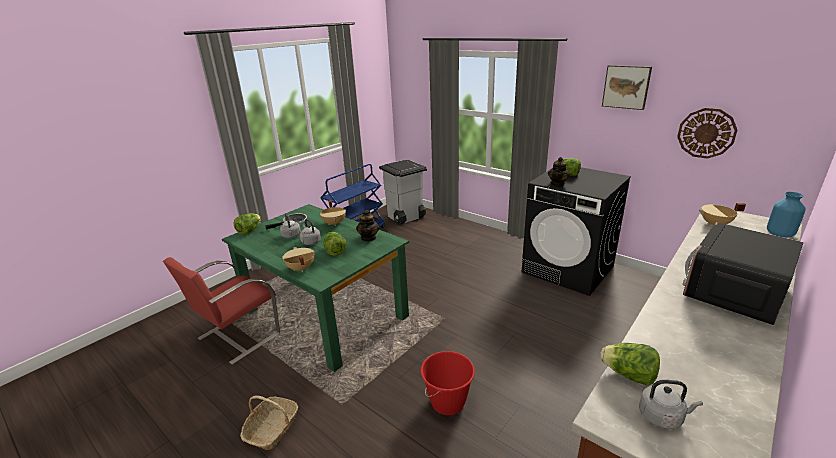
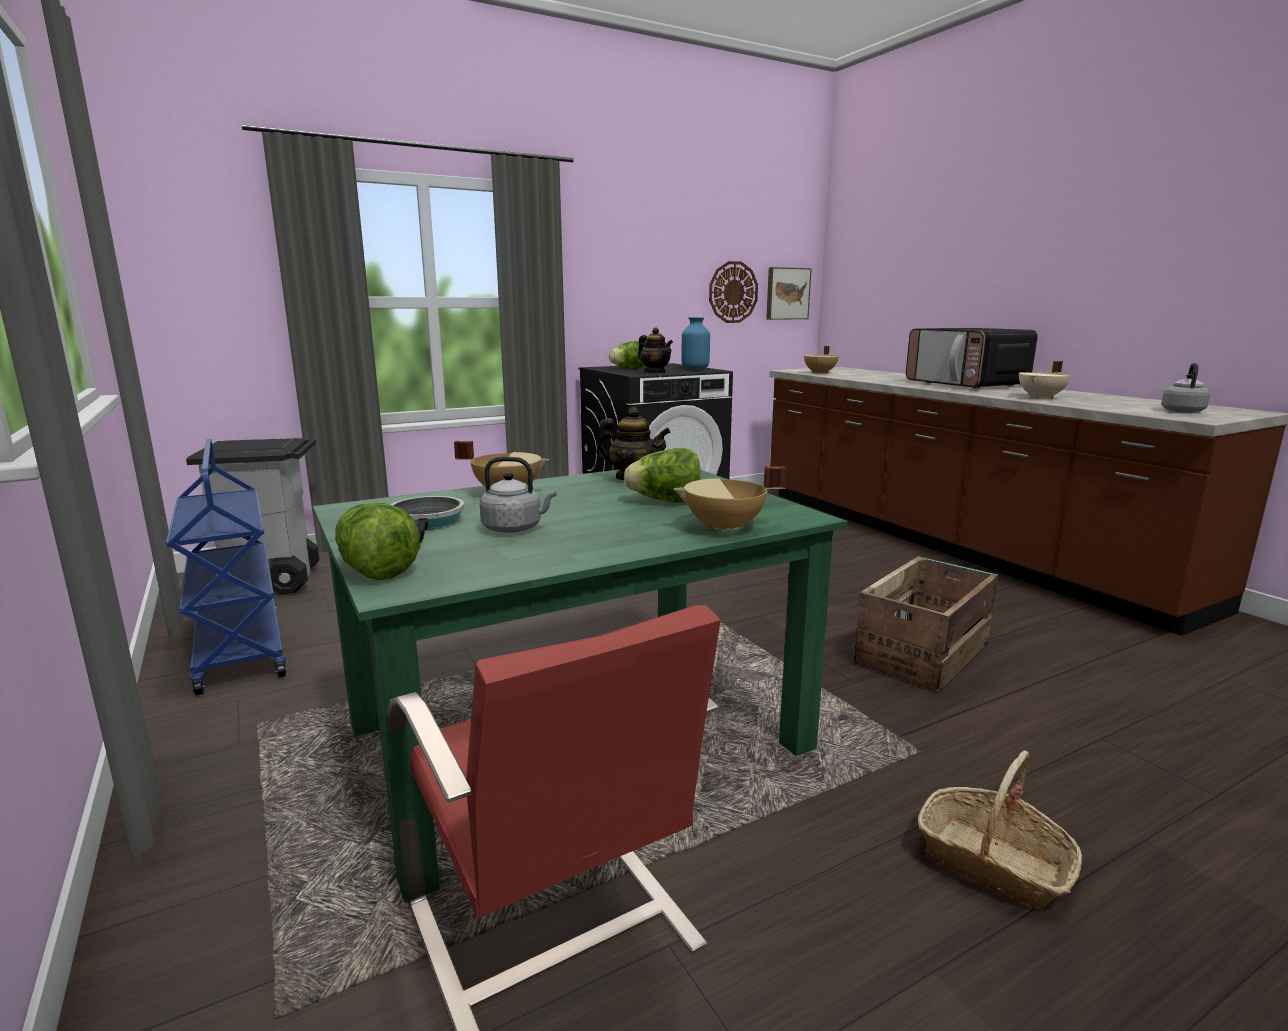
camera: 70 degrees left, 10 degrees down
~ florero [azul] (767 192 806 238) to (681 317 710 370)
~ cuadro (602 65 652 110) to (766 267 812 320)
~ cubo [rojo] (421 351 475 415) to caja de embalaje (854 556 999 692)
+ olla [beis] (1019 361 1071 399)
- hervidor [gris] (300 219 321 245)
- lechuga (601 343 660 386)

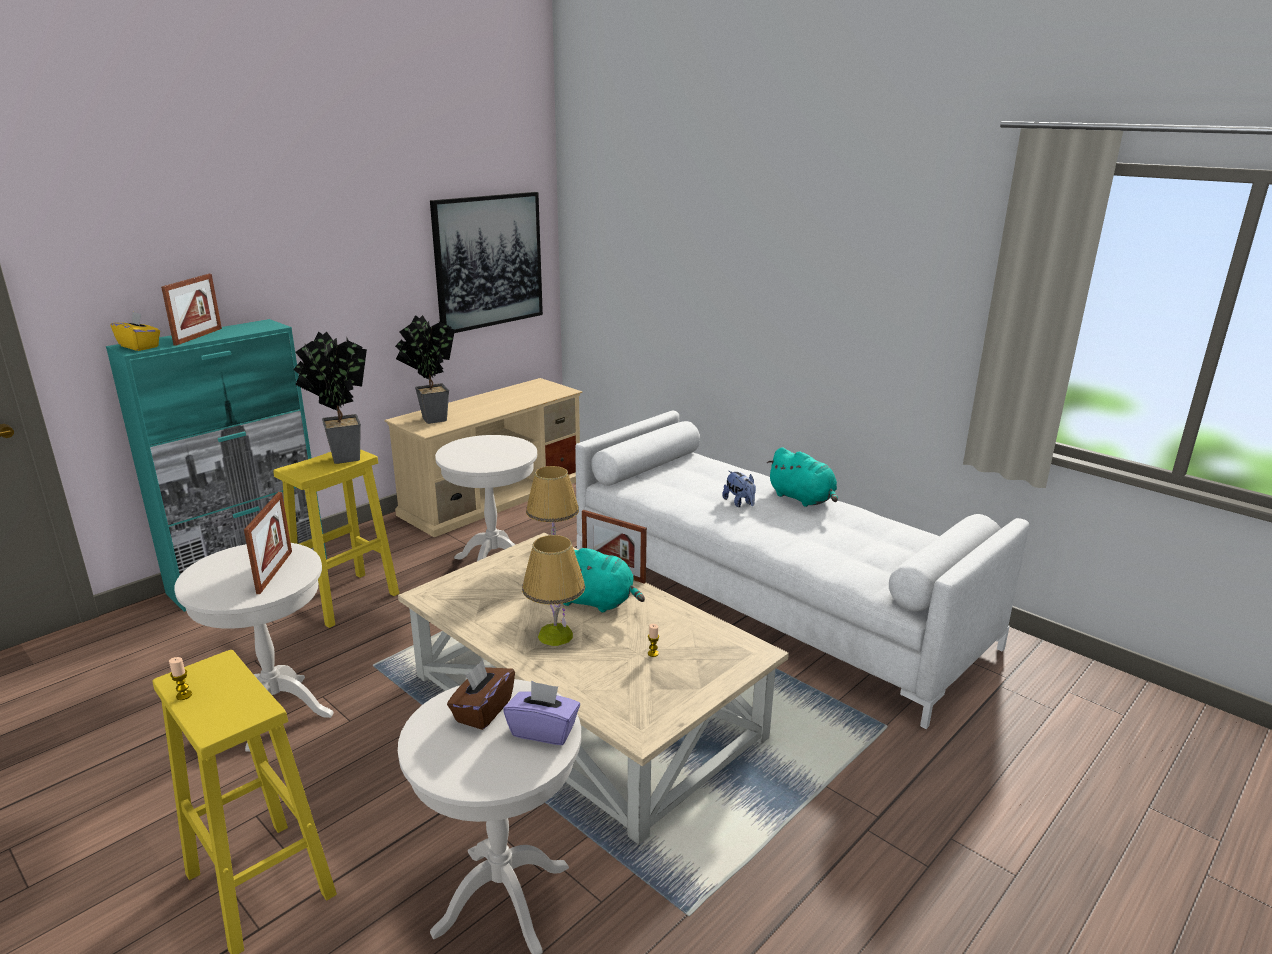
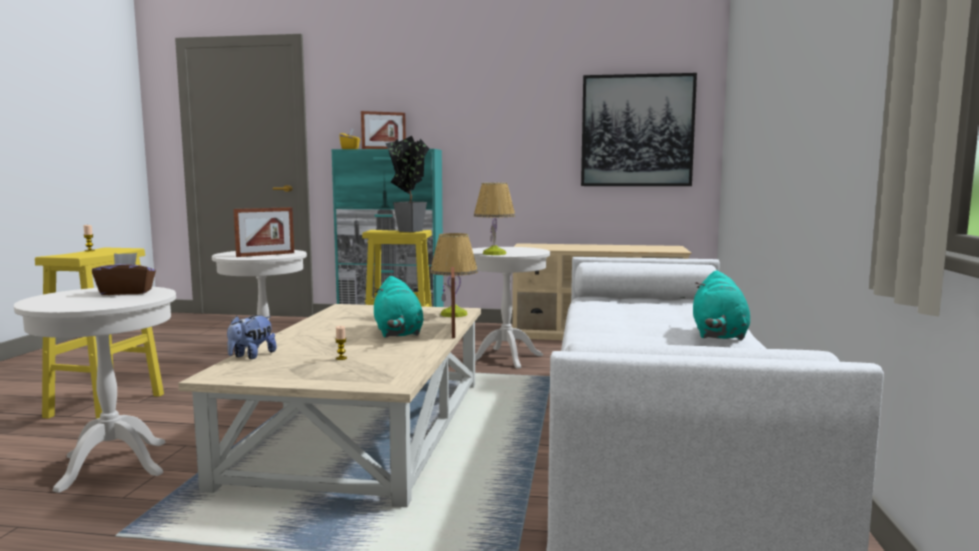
camera: 55 degrees right, 15 degrees down
~ peluche (722 471 756 507) to (227 315 277 359)
~ lámpara de mesa (522 535 585 646) to (474 183 515 255)
- planta en maceta (395 315 455 424)
- caja de pañuelos [morado] (503 681 580 745)

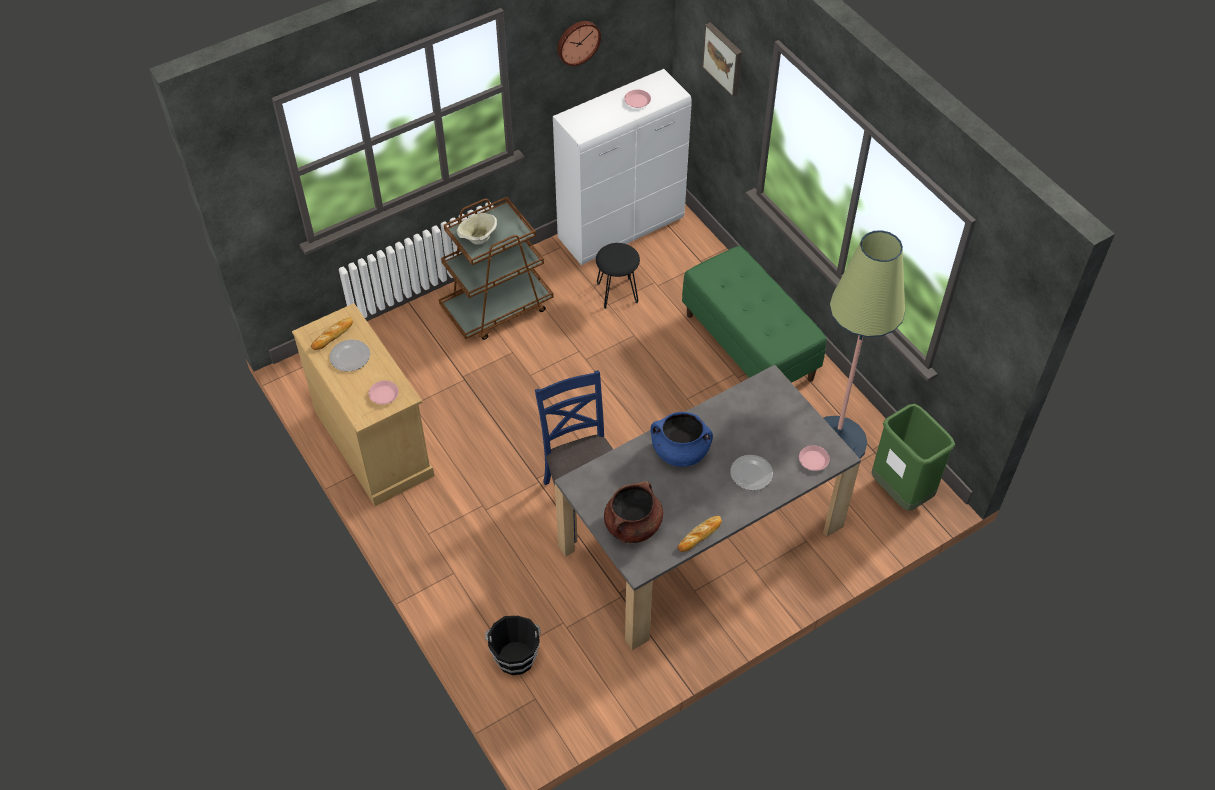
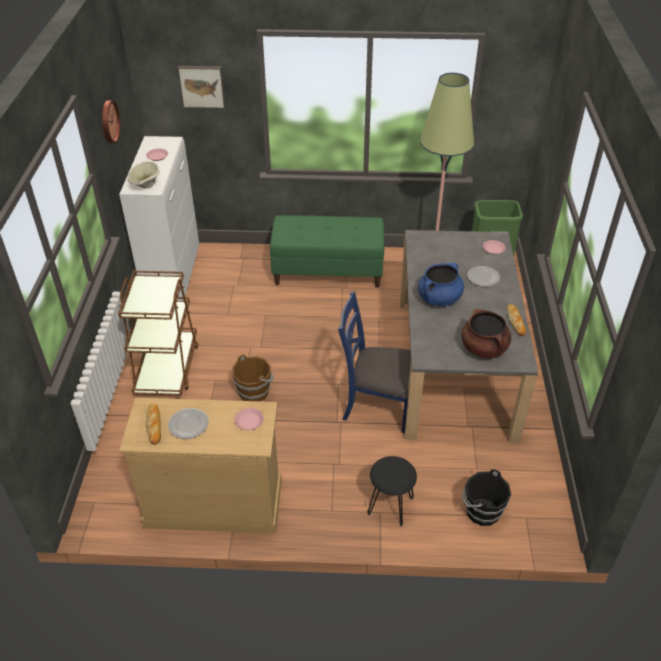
camera: 55 degrees left, 10 degrees down
~ cuenco [beis] (457 213 497 245) to (127 161 160 189)
+ cubo [marrón] (232 354 274 401)
~ taburete [negro] (596 243 640 309) to (368 456 417 526)

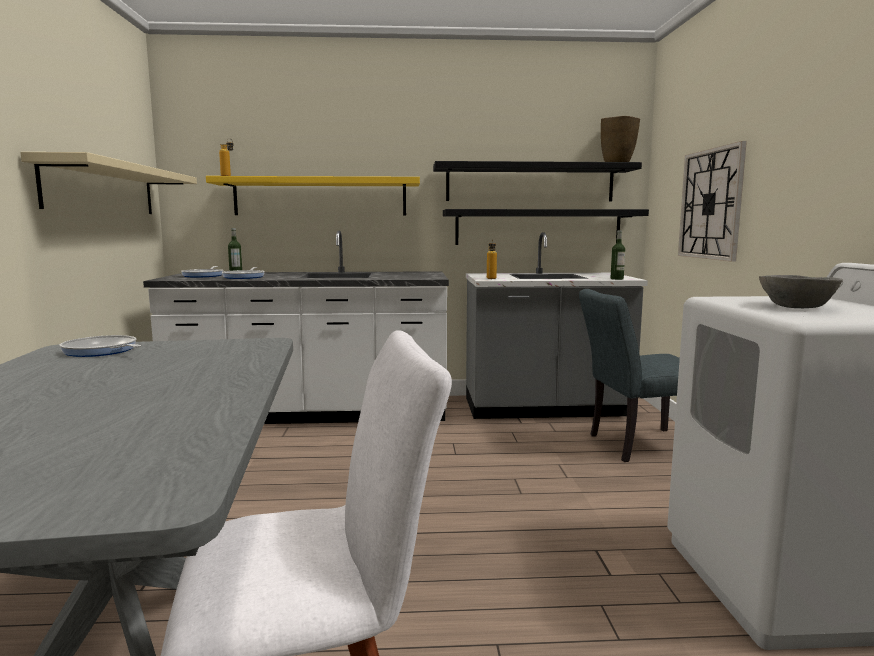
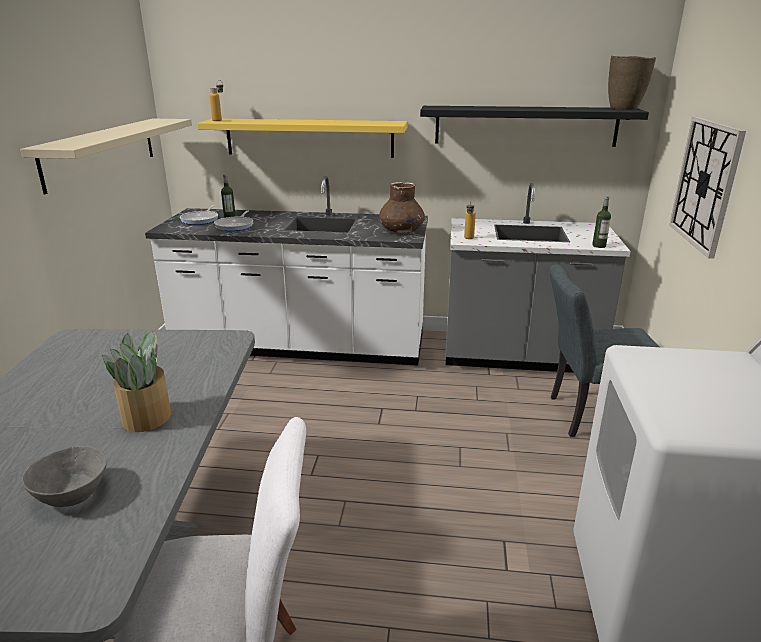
camera: 10 degrees right, 15 degrees up
~ cuenco [gris] (759 275 843 308) to (22 446 107 507)
+ planta en maceta (102 331 171 432)
+ florero [marrón] (379 182 425 233)
- sartén (59 335 141 357)
- estante [negro] (443 209 649 245)

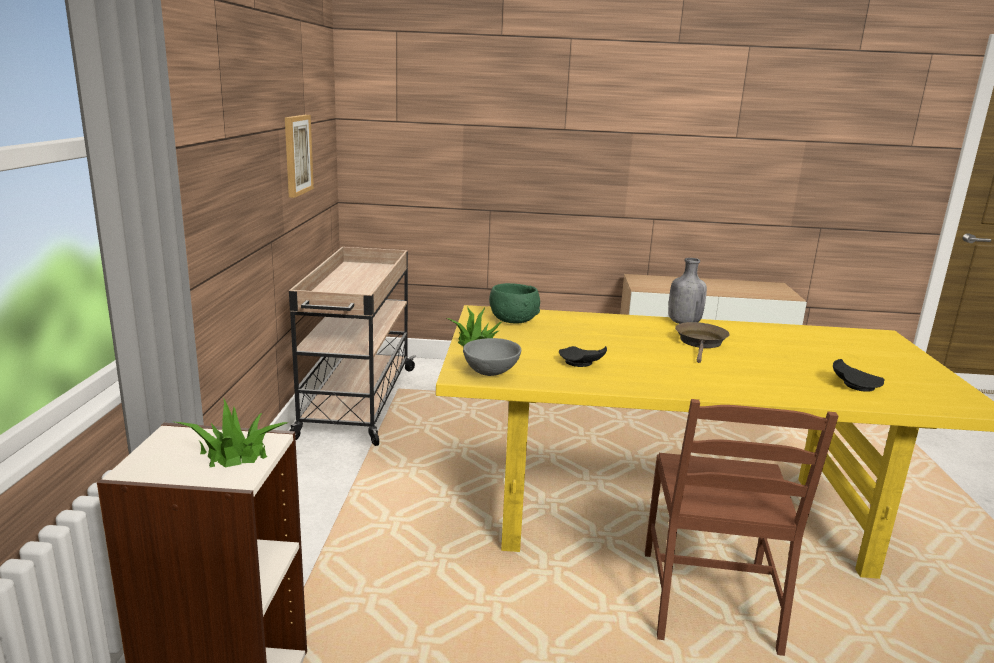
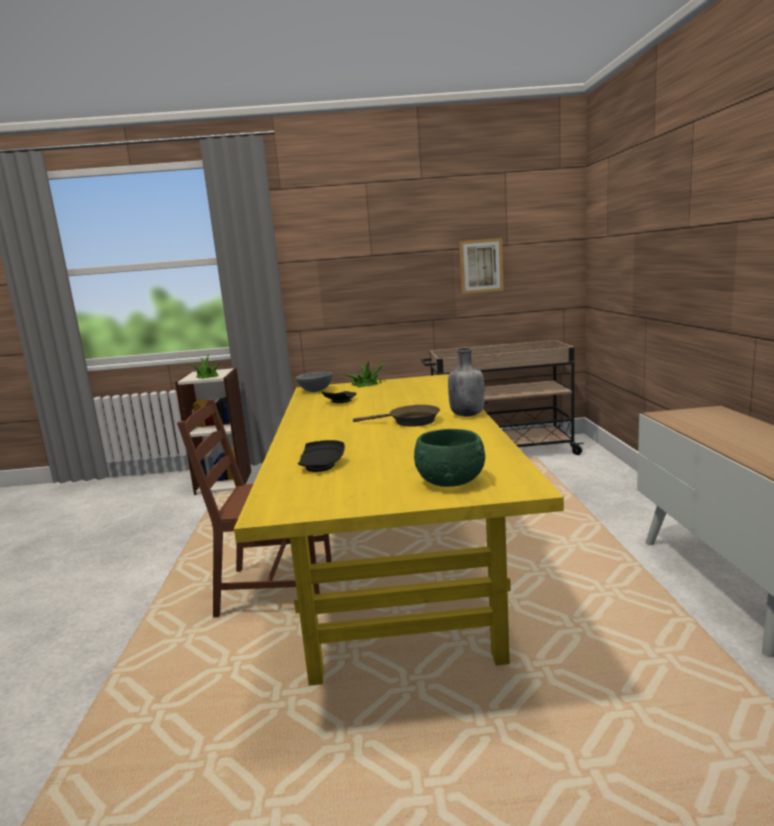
camera: 85 degrees right, 5 degrees down
~ cuenco [verde] (489 283 540 324) to (414 429 485 487)

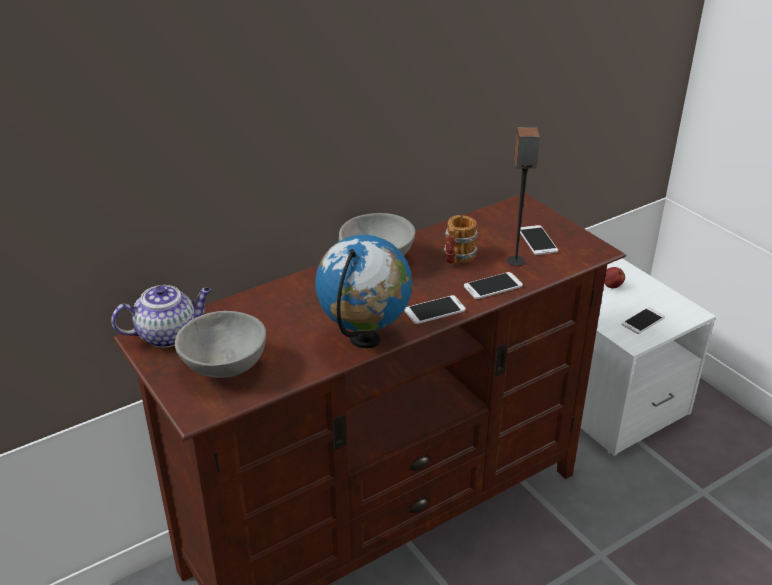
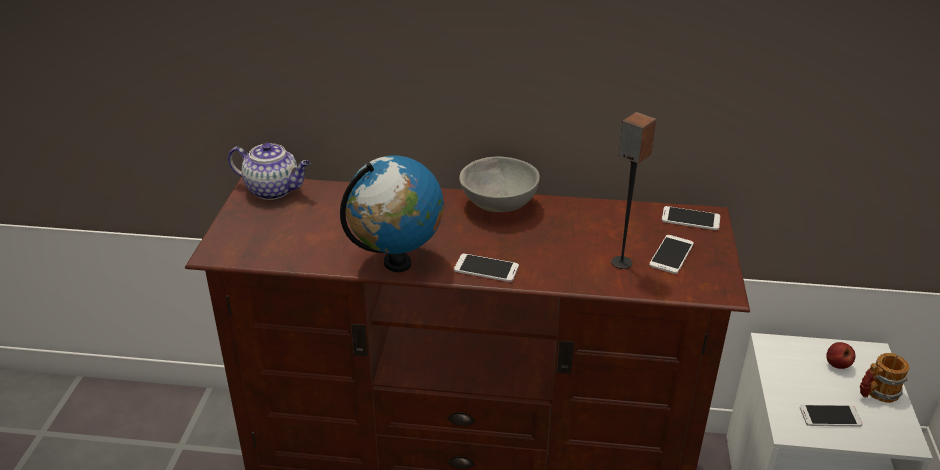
camera: 40 degrees right, 0 degrees up
~ móvil (464 272 523 299) to (662 206 720 230)
~ taza grande (444 215 478 265) to (860 353 909 403)
- cuenco [gris] (175 311 266 378)

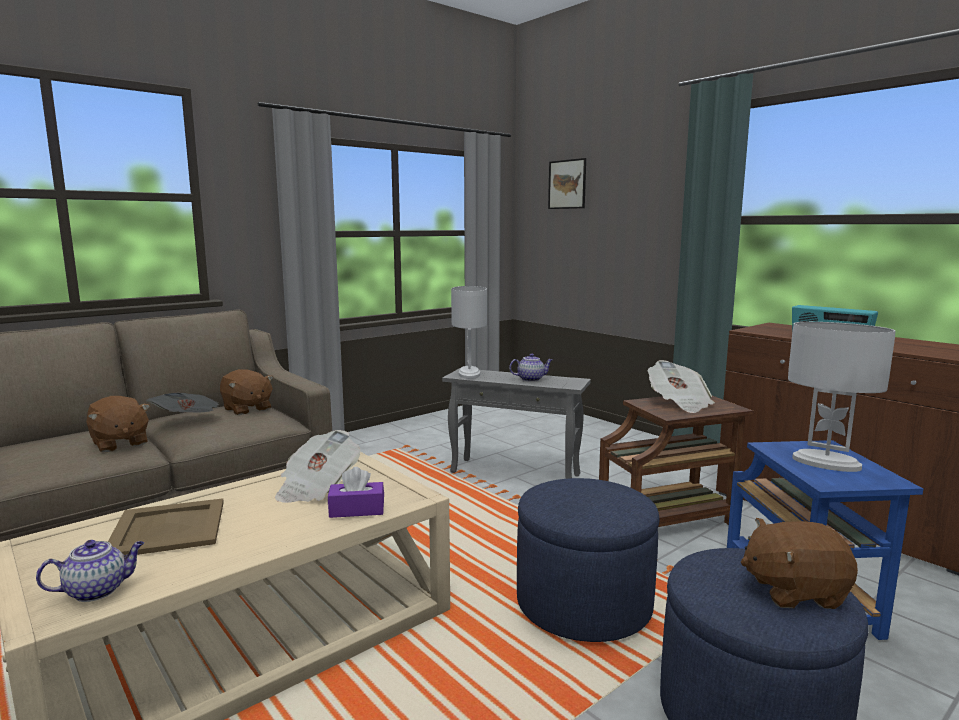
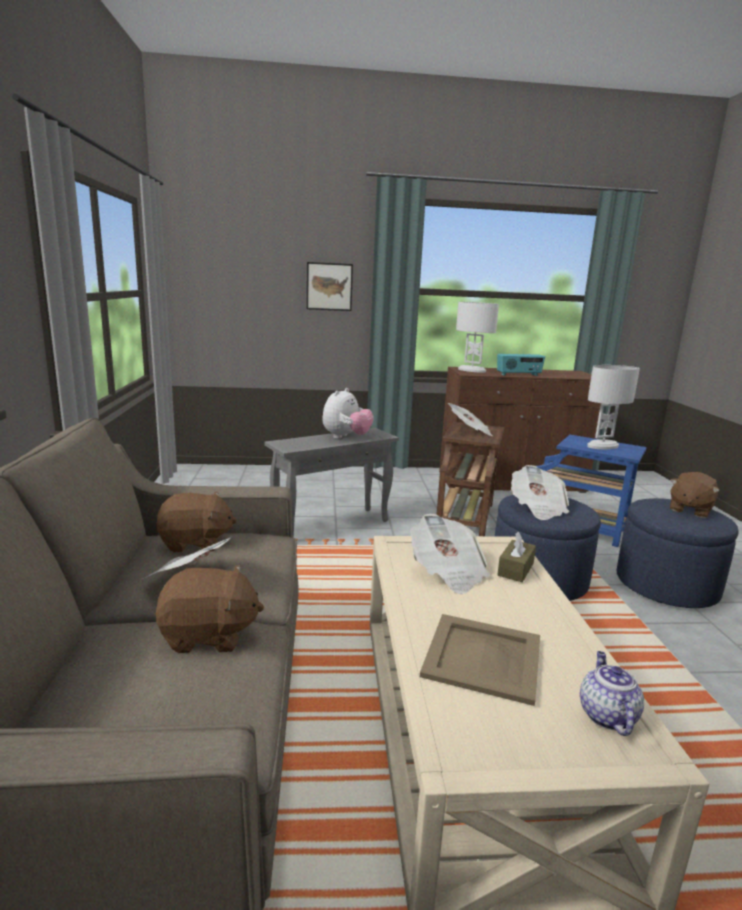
camera: 55 degrees left, 5 degrees up
~ cuadro (548 158 586 209) to (307 262 353 311)
~ tetera (509 353 552 382) to peluche (322 388 374 439)
~ lámpara de mesa [blanco] (451 286 487 379) to (456 302 499 373)
~ caja de pañuelos [morado] (328 467 384 518) to caja de pañuelos [marrón] (497 532 536 582)
+ periódico (511 465 569 520)

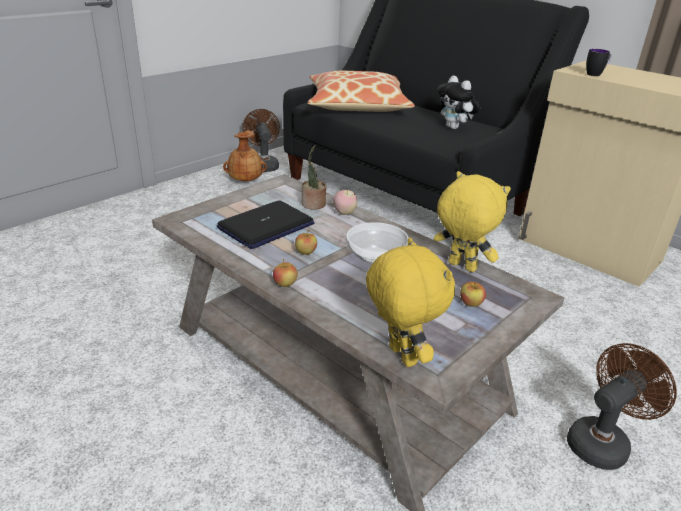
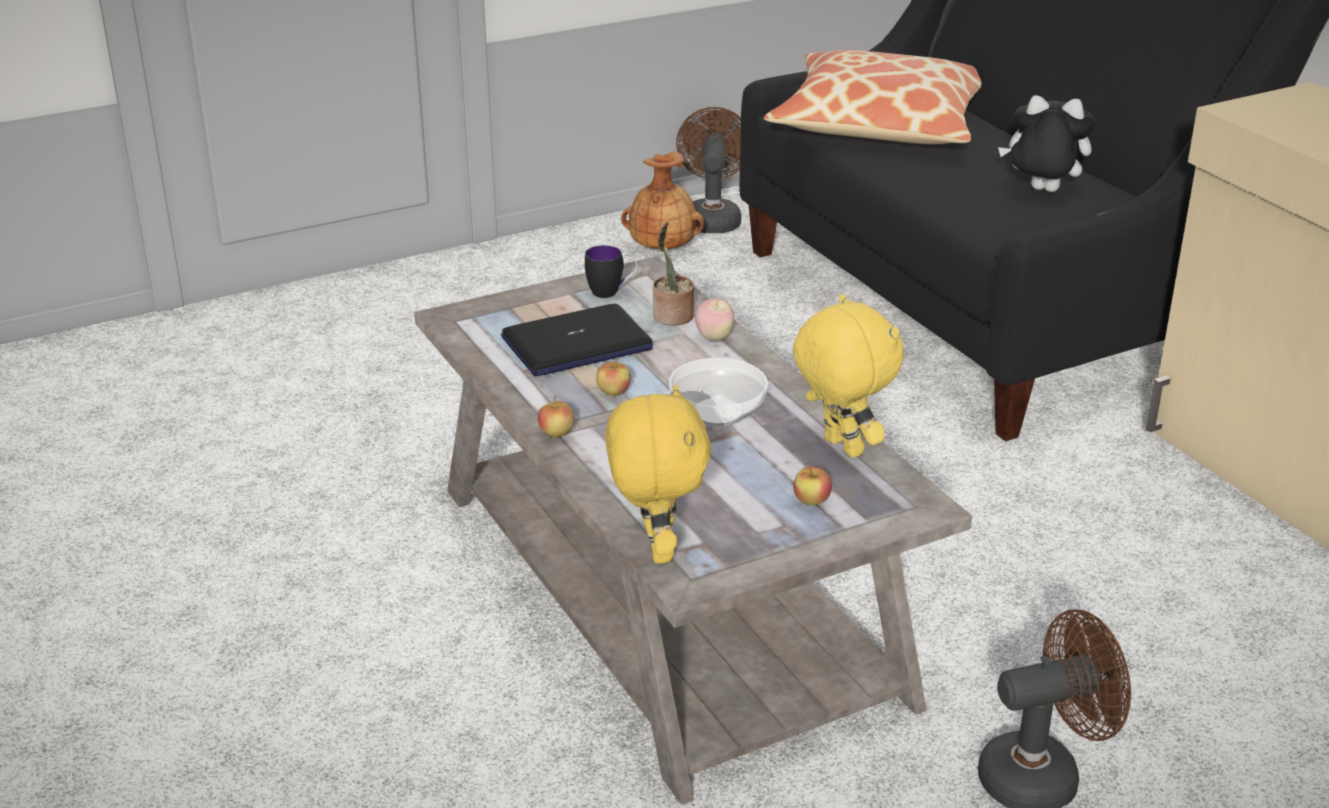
camera: 20 degrees right, 0 degrees up
~ taza grande (586 49 612 76) to (585 245 638 298)
~ peluche (437 75 480 129) = (998 95 1095 192) 120 degrees clockwise

